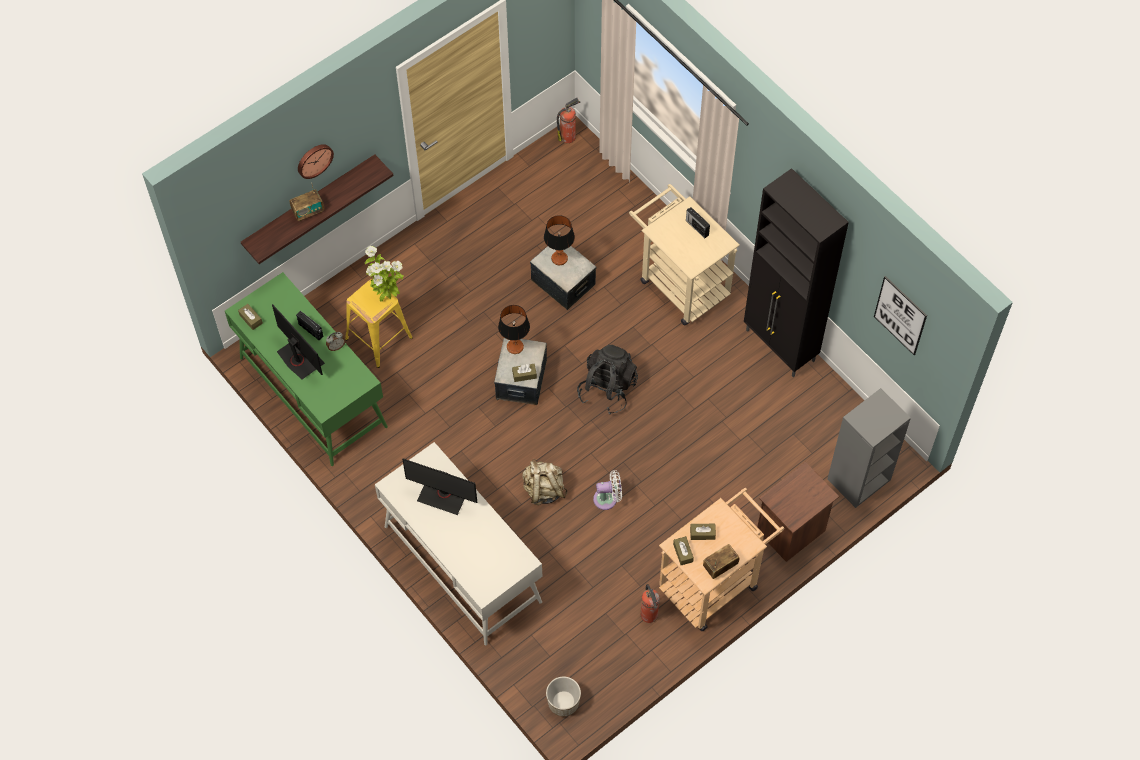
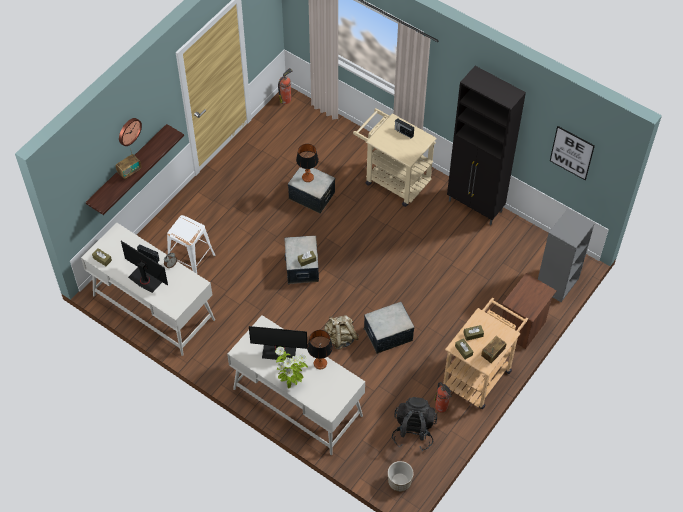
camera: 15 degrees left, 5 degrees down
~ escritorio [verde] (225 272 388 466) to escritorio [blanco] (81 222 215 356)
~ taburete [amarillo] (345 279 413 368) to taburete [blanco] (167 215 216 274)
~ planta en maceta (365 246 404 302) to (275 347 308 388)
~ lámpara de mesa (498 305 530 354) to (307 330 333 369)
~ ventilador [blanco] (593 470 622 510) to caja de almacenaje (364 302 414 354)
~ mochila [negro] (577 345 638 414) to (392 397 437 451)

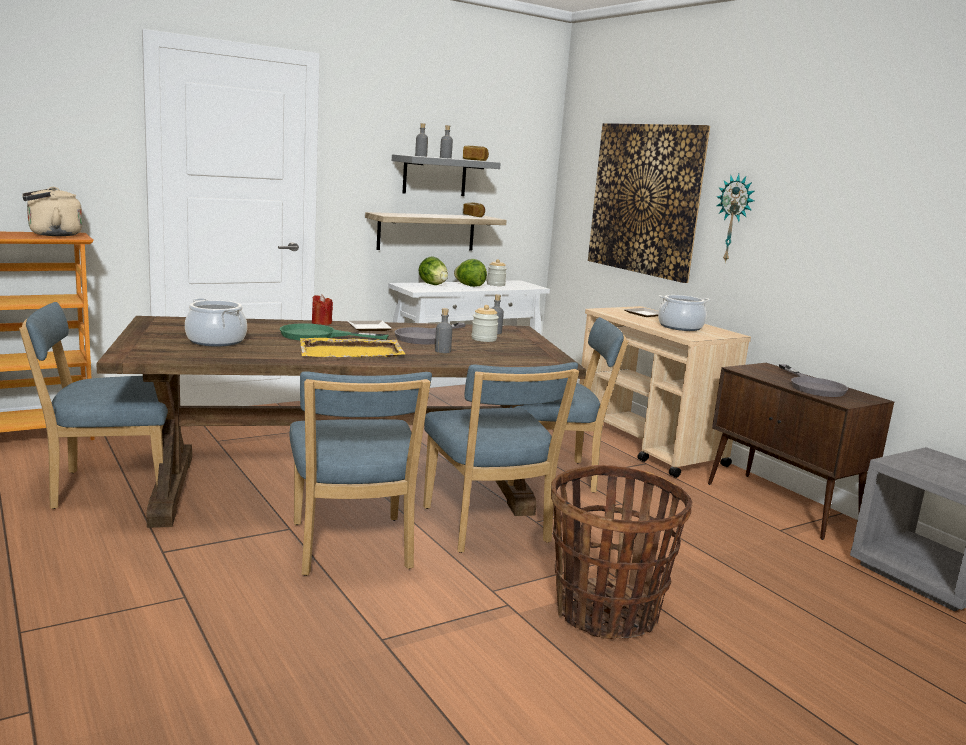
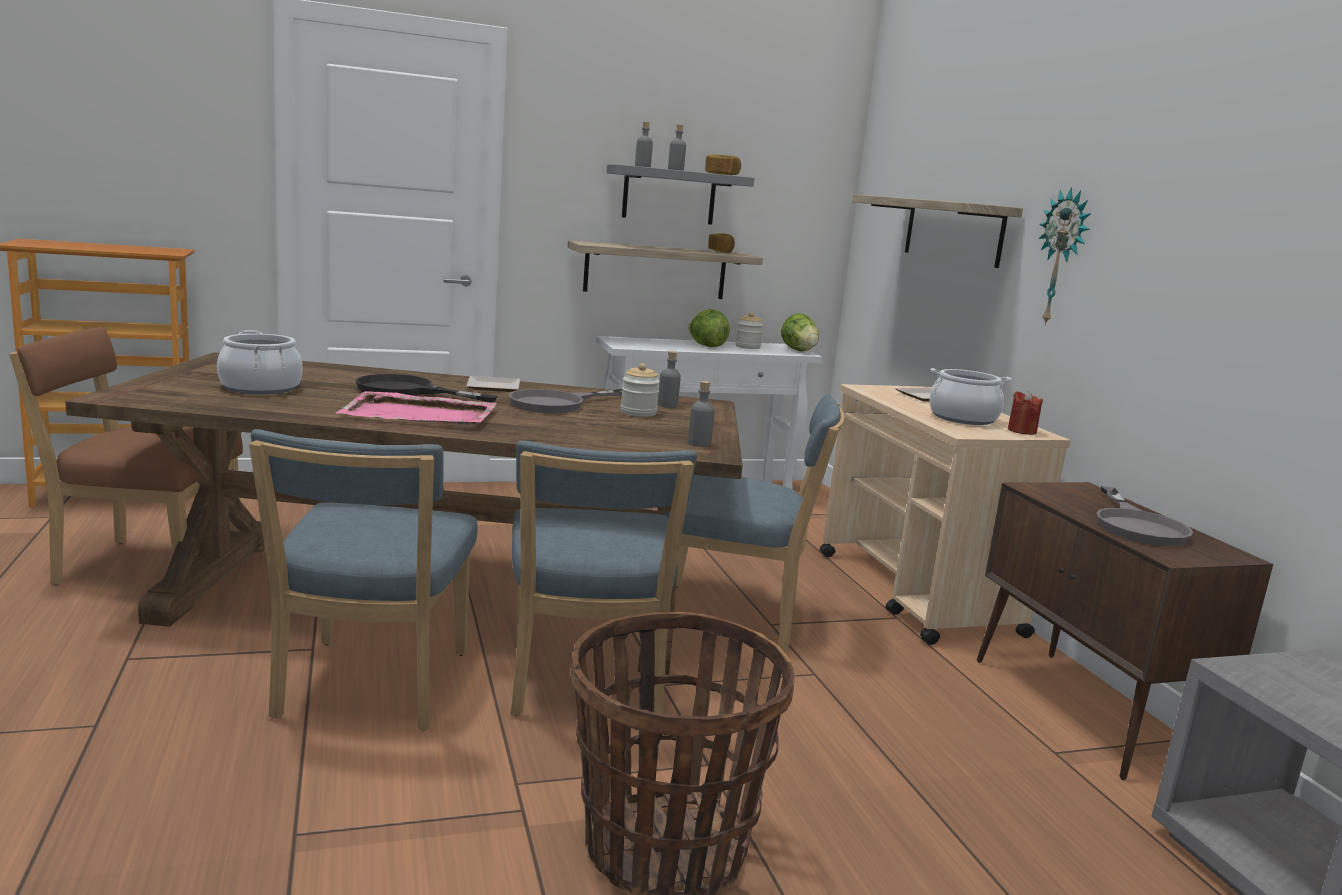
camera: 15 degrees right, 0 degrees up
~ silla [azul] (19 302 168 509) to silla [marrón] (10 327 243 585)
~ bandeja [amarillo] (300 338 406 357) to bandeja [rosa] (335 391 497 425)
~ sartén [verde] (280 323 389 340) to sartén [negro] (356 374 497 402)
~ botella [gris] (435 308 452 353) to (688 381 715 447)
~ lechuga (418 256 448 285) to (781 313 819 352)
~ cuadro (588 123 710 283) to estante (852 194 1023 268)
~ vela [rojo] (312 294 333 325) to (1008 391 1043 435)
- hervidor [beis] (22 187 82 236)

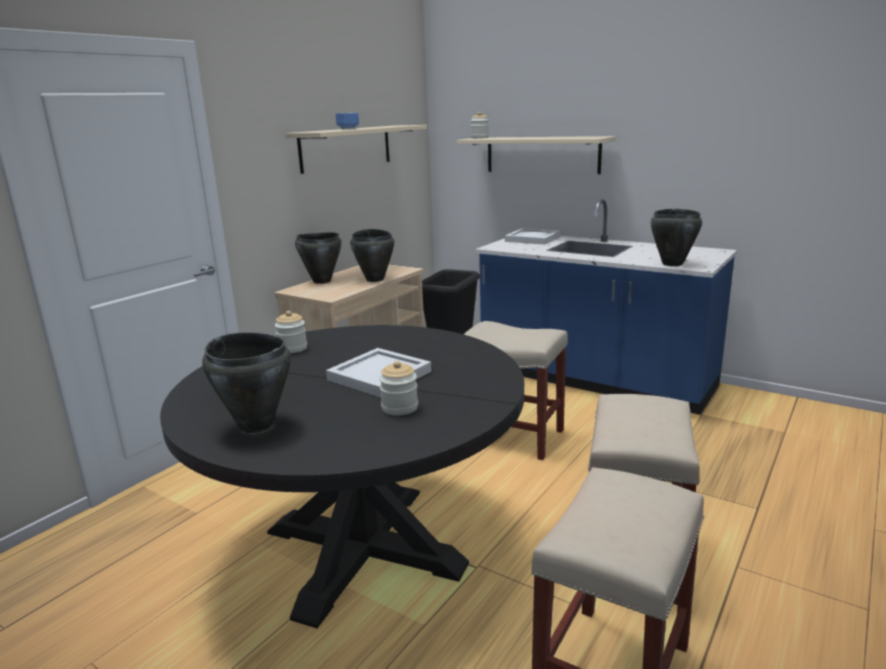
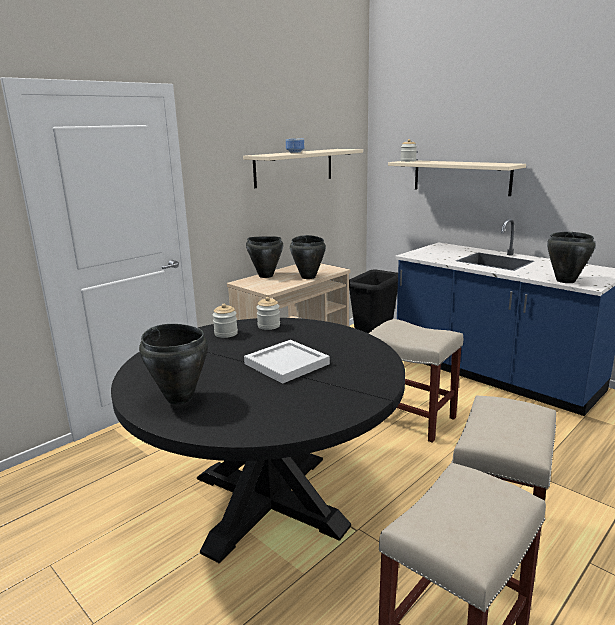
camera: 10 degrees right, 0 degrees up
~ tarro (379 361 418 415) to (256 297 280 330)
- bandeja [blanco] (505 228 561 245)

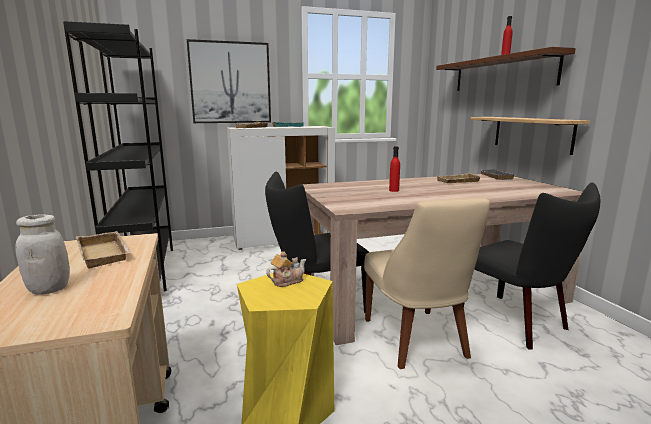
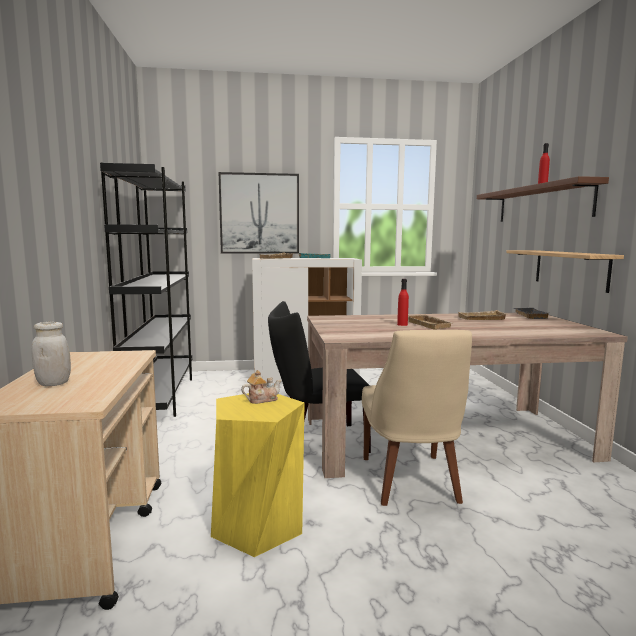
camera: 10 degrees right, 5 degrees down
~ bandeja [beis] (76 231 131 268) to (408 314 453 330)
- silla [negro] (463 182 600 350)

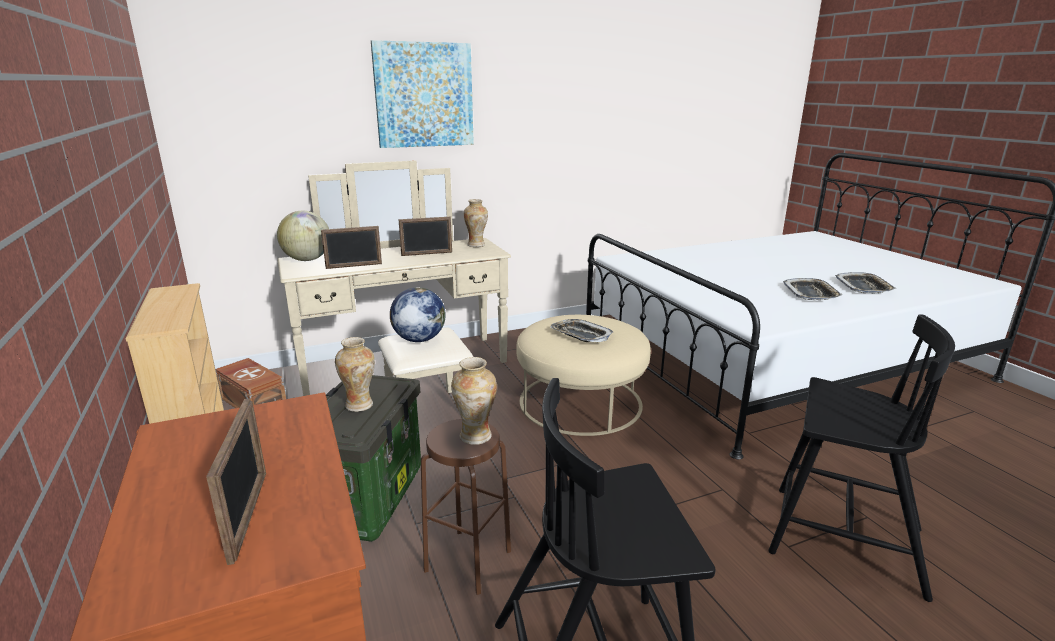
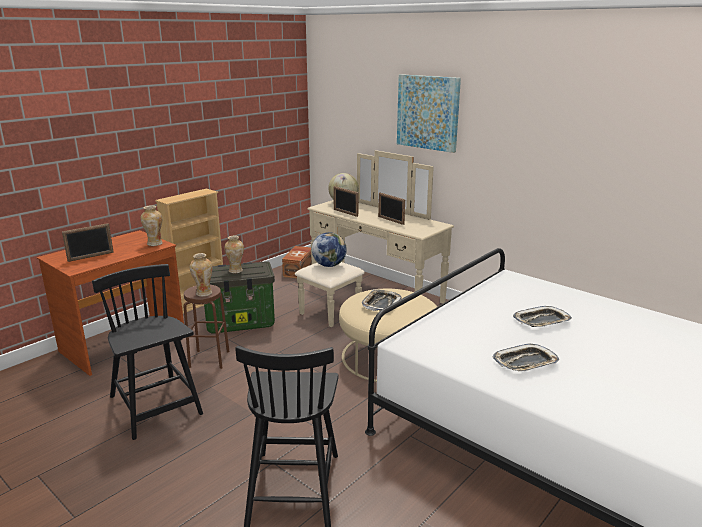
camera: 65 degrees right, 0 degrees up
~ florero (464 199 488 247) to (140 205 163 246)
~ bandeja (835 272 896 293) to (513 306 572 327)

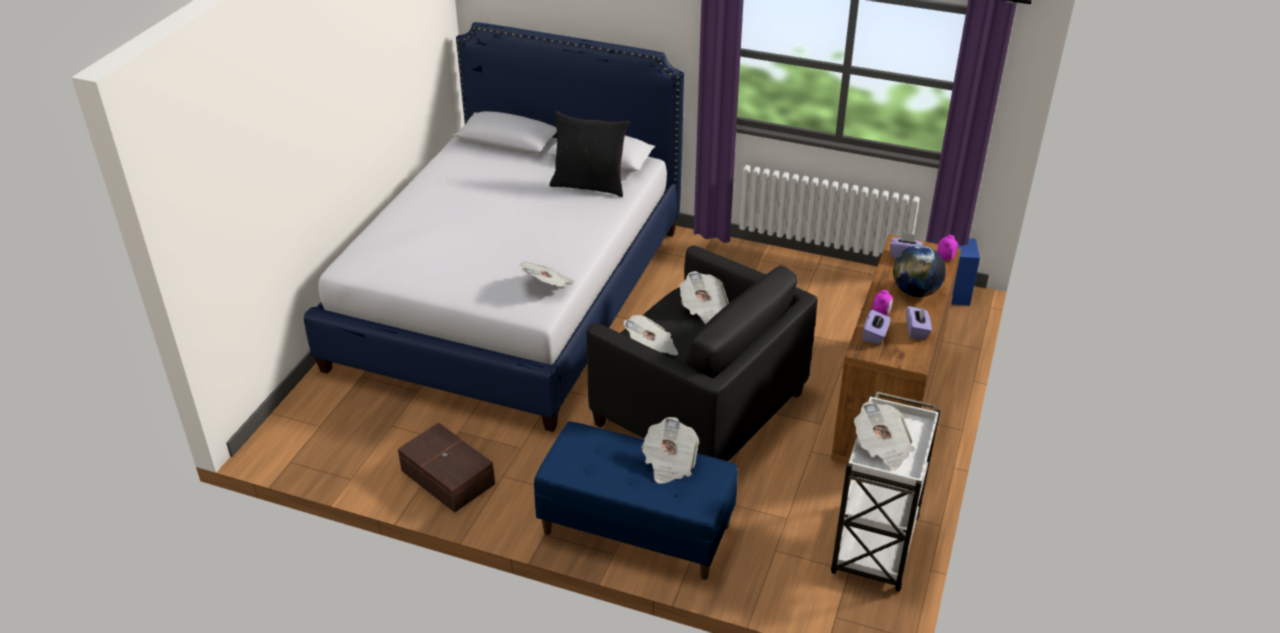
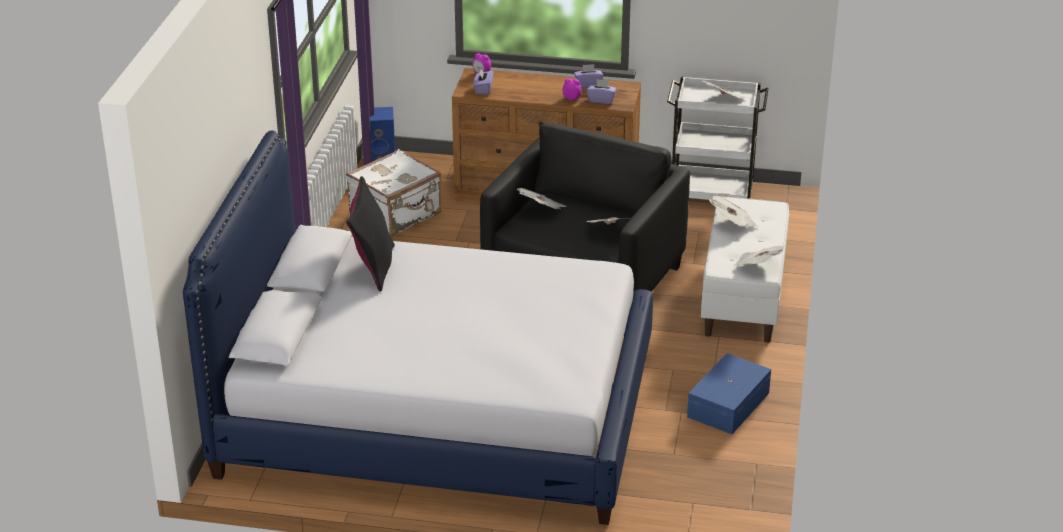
camera: 100 degrees left, 5 degrees down
+ maleta [blanco] (346 149 441 237)
~ caja de almacenaje [marrón] (398 422 495 513) to caja de almacenaje [azul] (687 353 771 434)
~ banco [azul] (534 422 738 580) to banco [blanco] (701 197 789 343)
~ periódico (520 262 575 287) to (734 245 785 266)
- globo terráqueo (893 245 946 297)

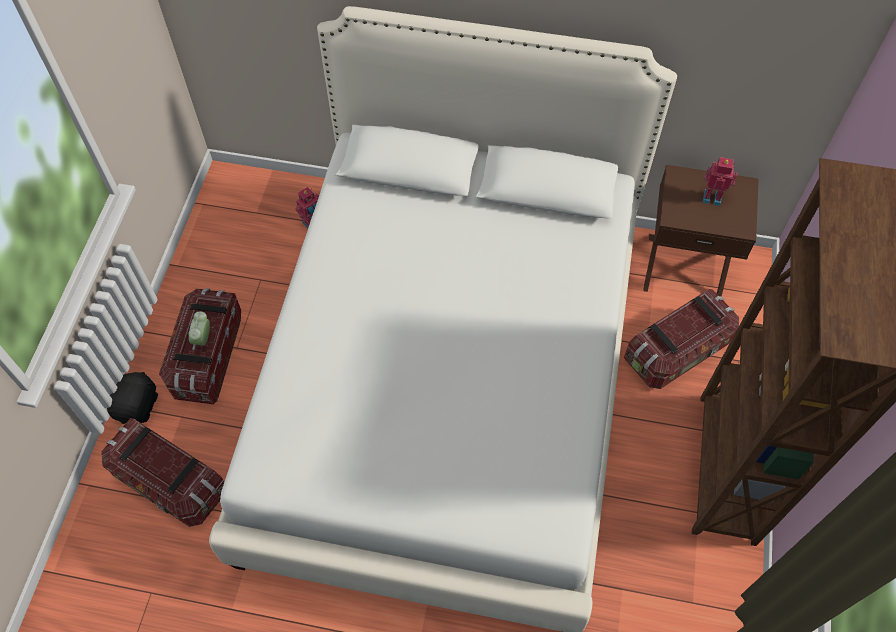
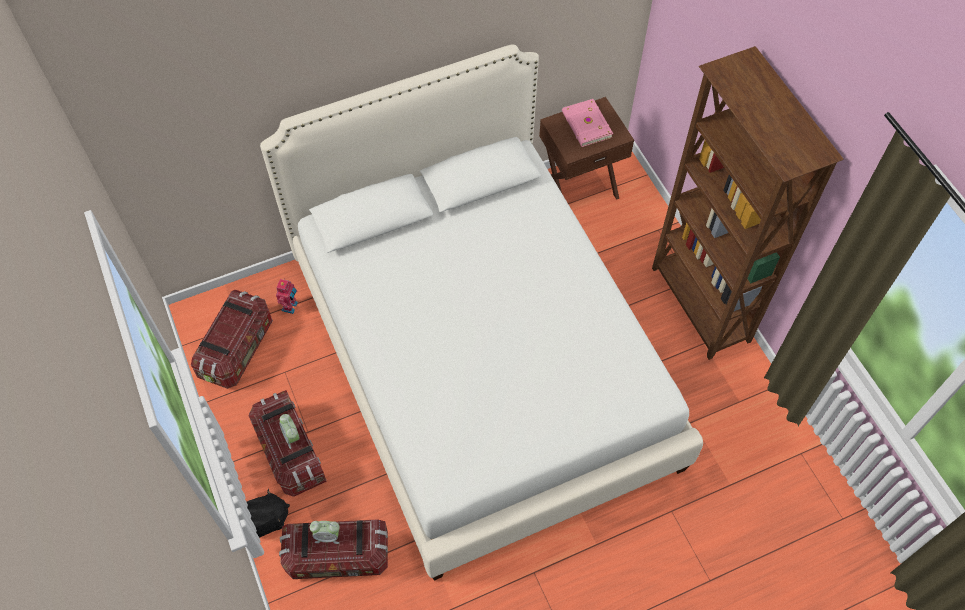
camera: 35 degrees left, 0 degrees up
~ caja de almacenaje (624 289 739 389) to (191 290 273 389)
~ peluche [negro] (107 372 158 424) = (247 489 290 538) 90 degrees clockwise
+ despertador (310 521 340 544)
~ robot de juguete (703 157 737 206) to libro [rosa] (562 99 613 147)

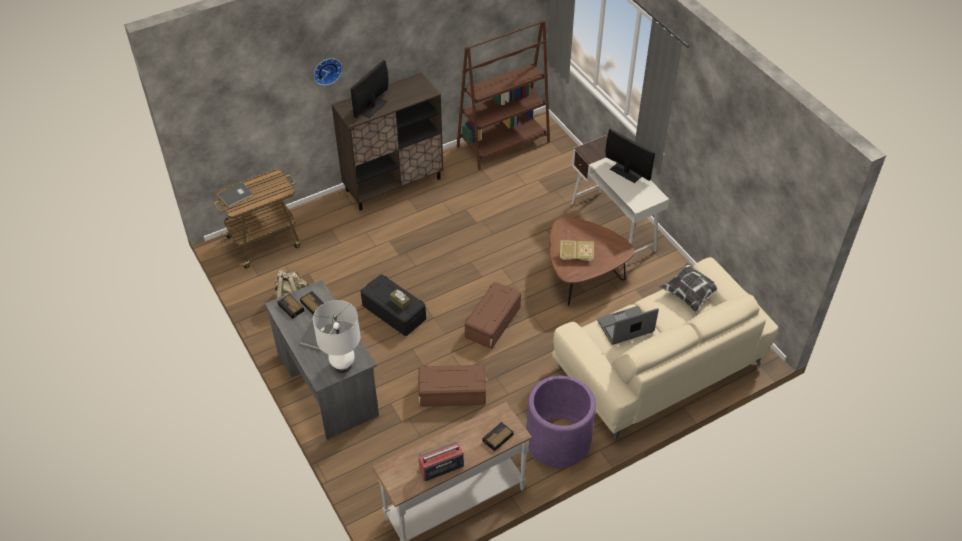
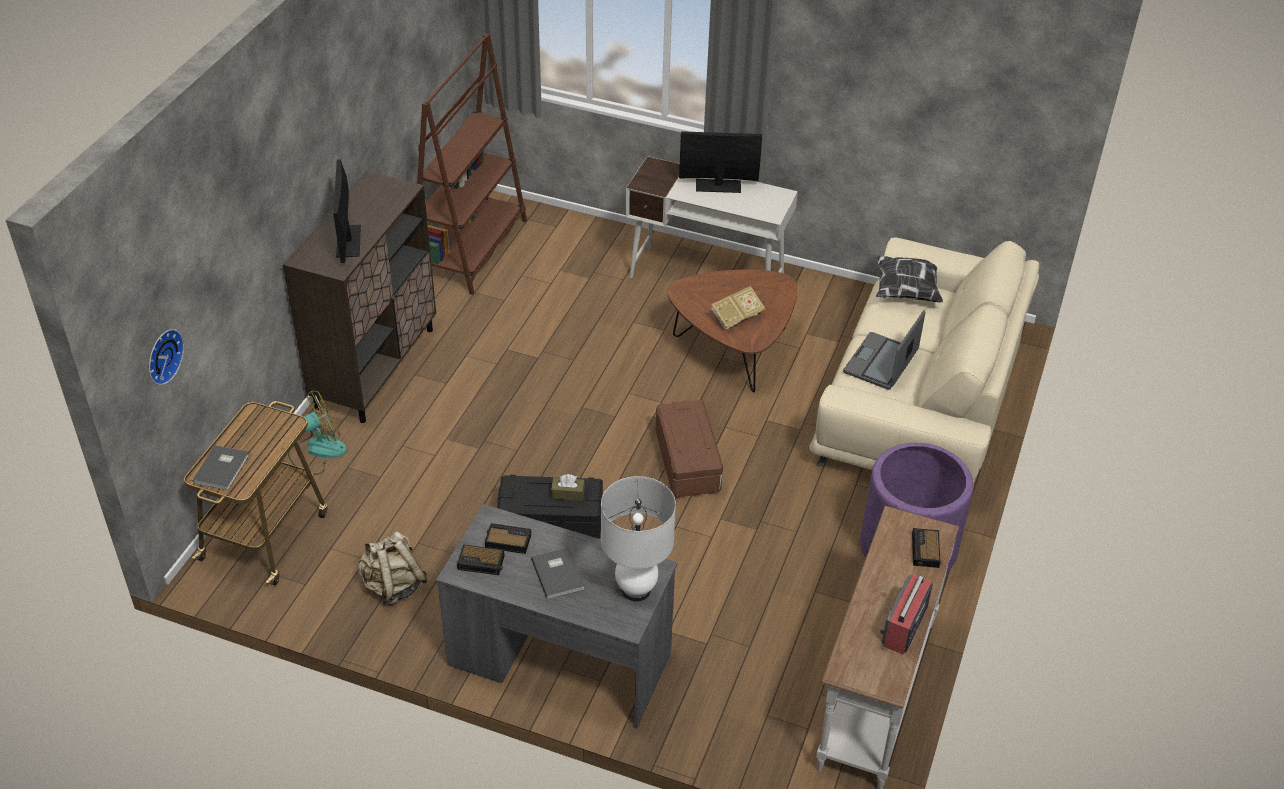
camera: 40 degrees left, 5 degrees down
~ reloj de pared (314 58 342 85) to (149 329 184 385)
+ ventilador (288 391 347 475)
- caja de almacenaje [marrón] (418 364 486 407)

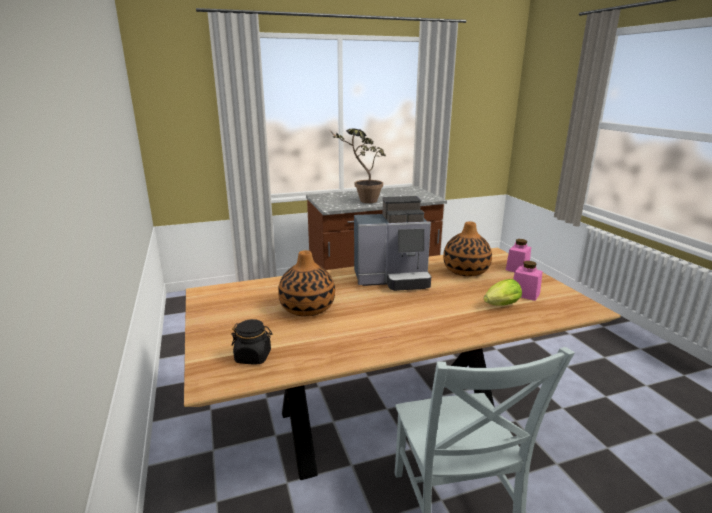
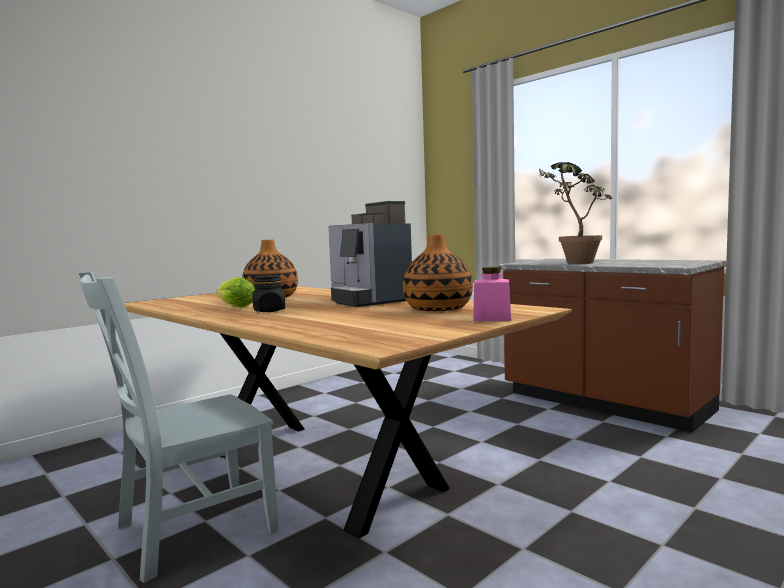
camera: 65 degrees right, 15 degrees down
~ lechuga (484 279 522 306) to (216 277 255 307)
~ tarro [negro] (231 319 272 364) to (252 275 285 312)
- tarro [rosa] (513 261 543 301)

